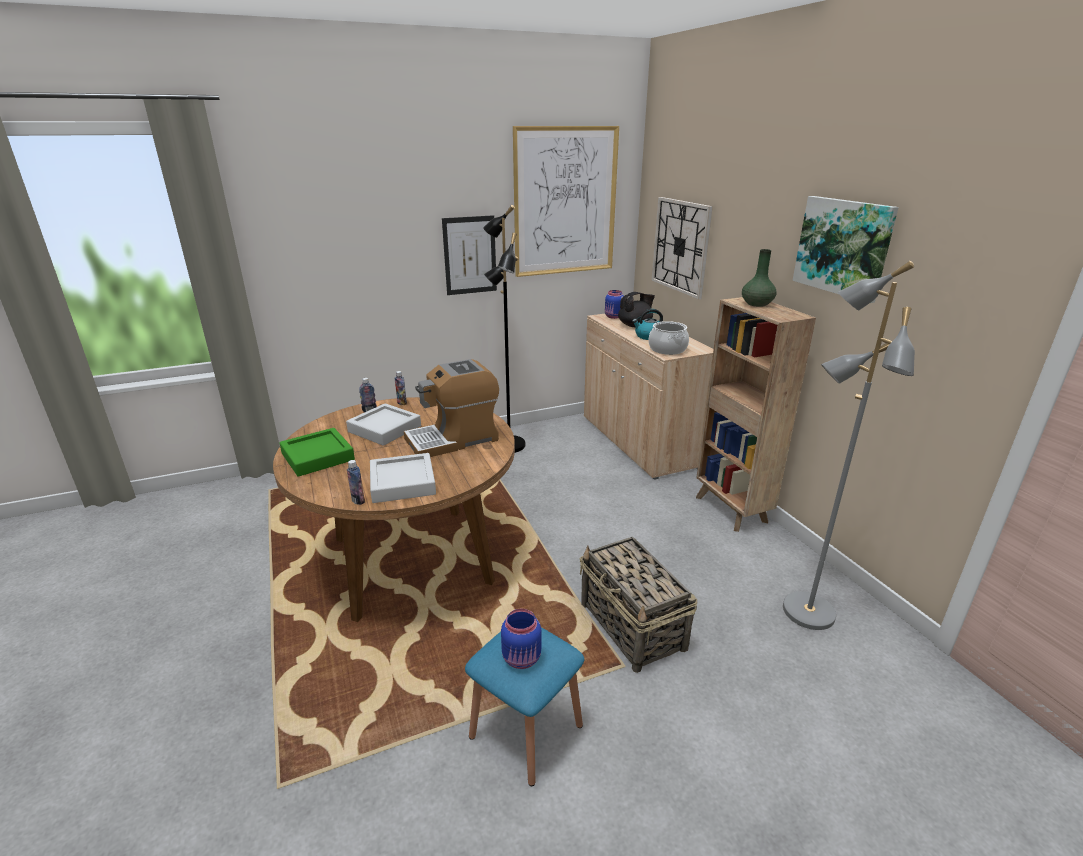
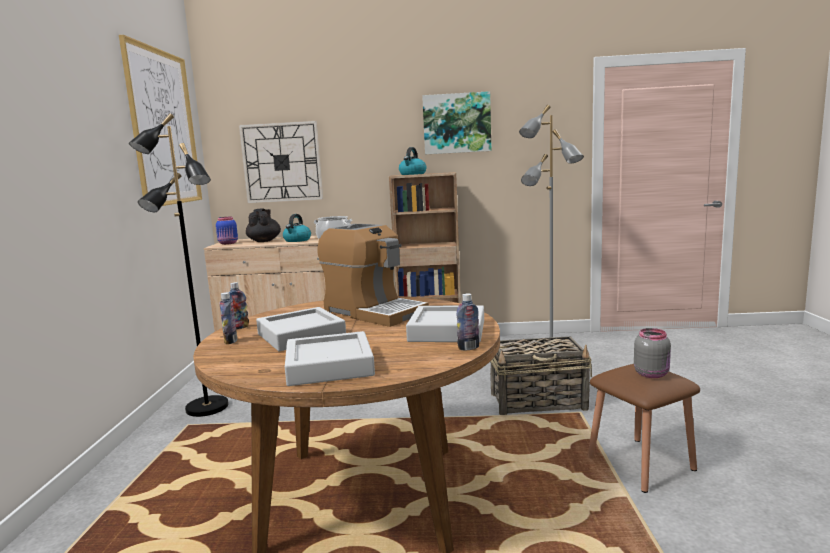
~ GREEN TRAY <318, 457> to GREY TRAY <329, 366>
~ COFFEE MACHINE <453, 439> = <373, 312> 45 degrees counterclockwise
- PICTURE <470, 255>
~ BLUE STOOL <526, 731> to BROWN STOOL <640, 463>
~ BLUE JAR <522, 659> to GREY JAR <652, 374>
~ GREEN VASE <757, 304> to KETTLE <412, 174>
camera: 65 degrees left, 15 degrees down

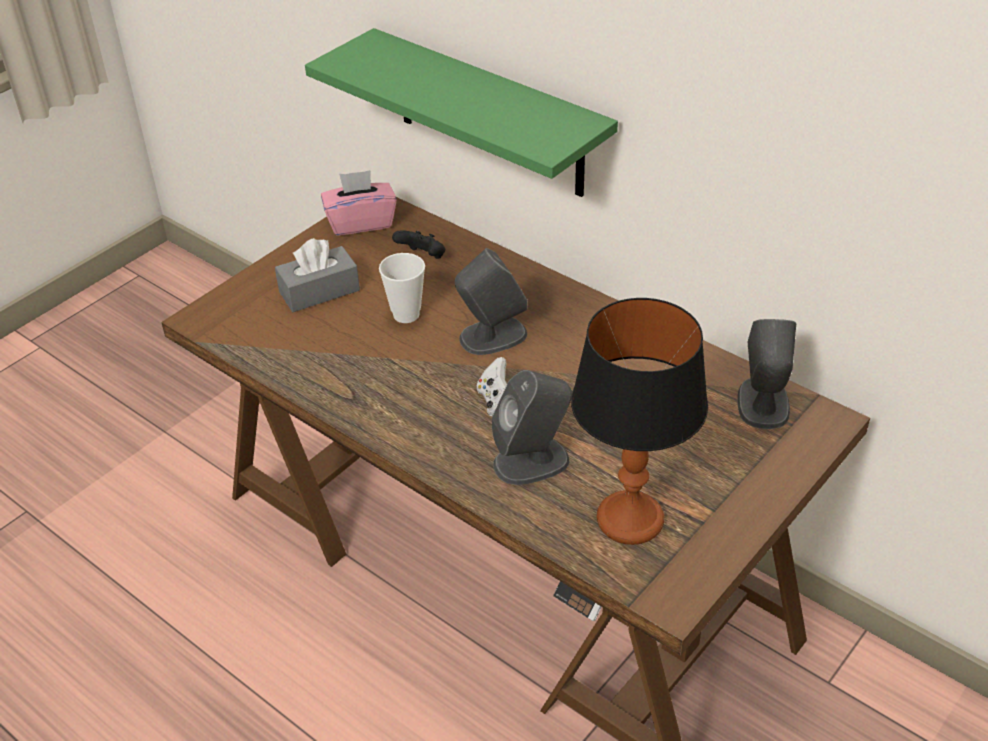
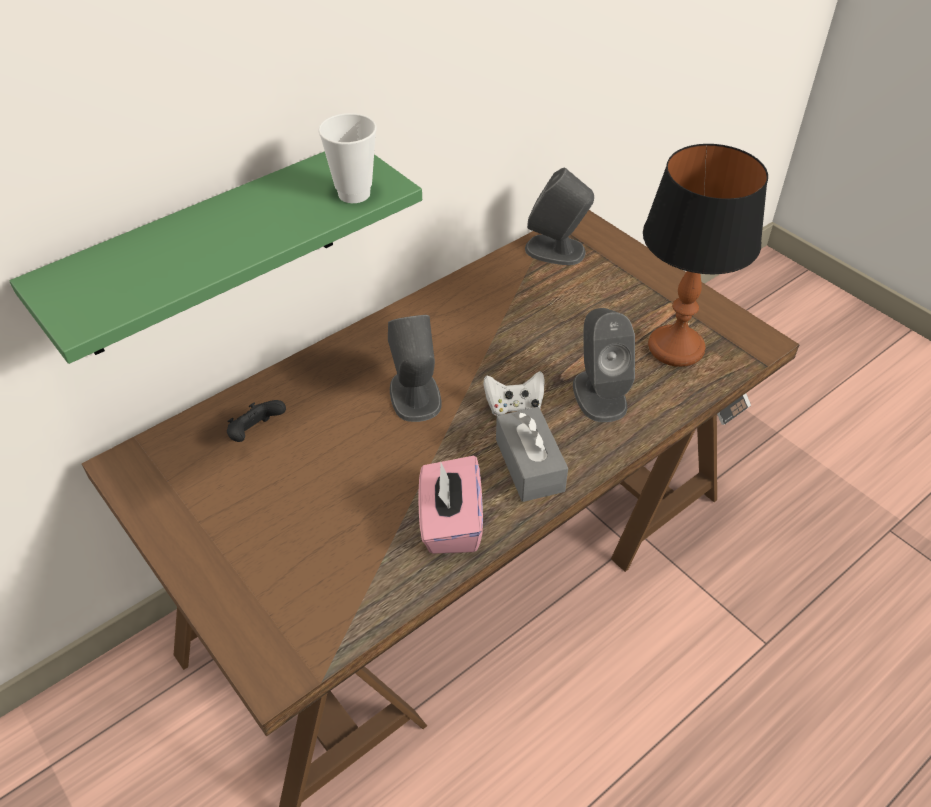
~ GREY TISSUE BOX <319, 291> to <529, 465>
~ PINK TISSUE BOX <361, 222> to <450, 523>
~ CUP <406, 314> to <354, 194>
camera: 80 degrees left, 5 degrees up

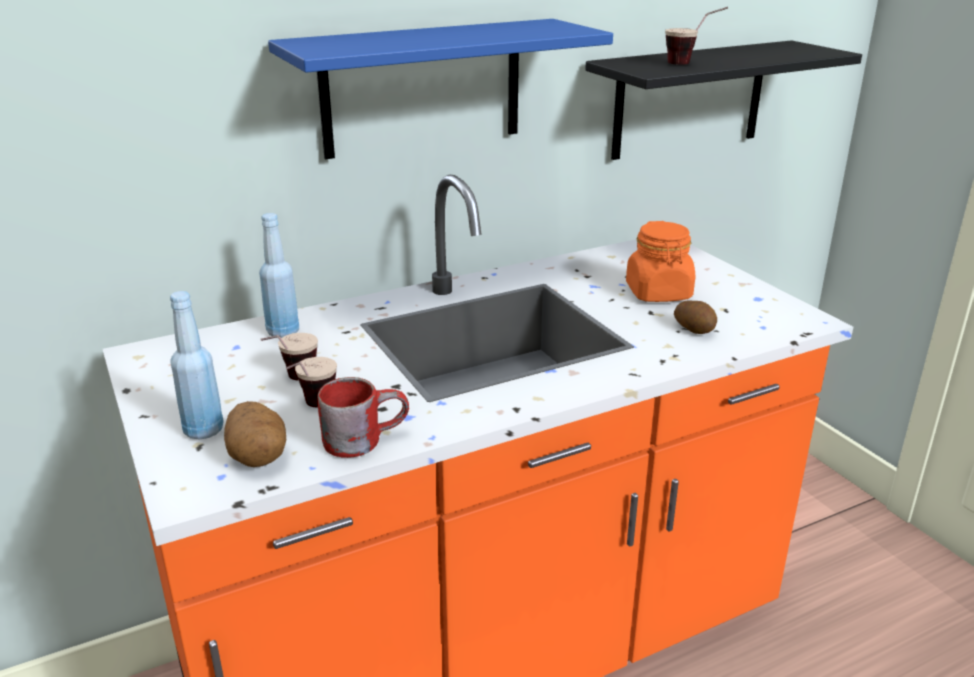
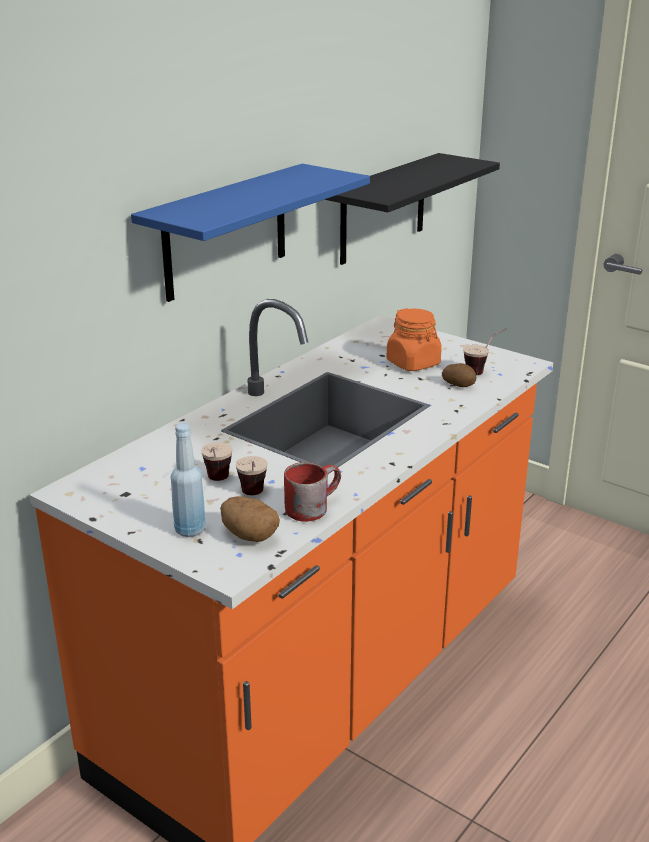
- BLUE BOTTLE <283, 332>
~ CUP <691, 63> to <483, 370>
camera: 25 degrees left, 0 degrees up

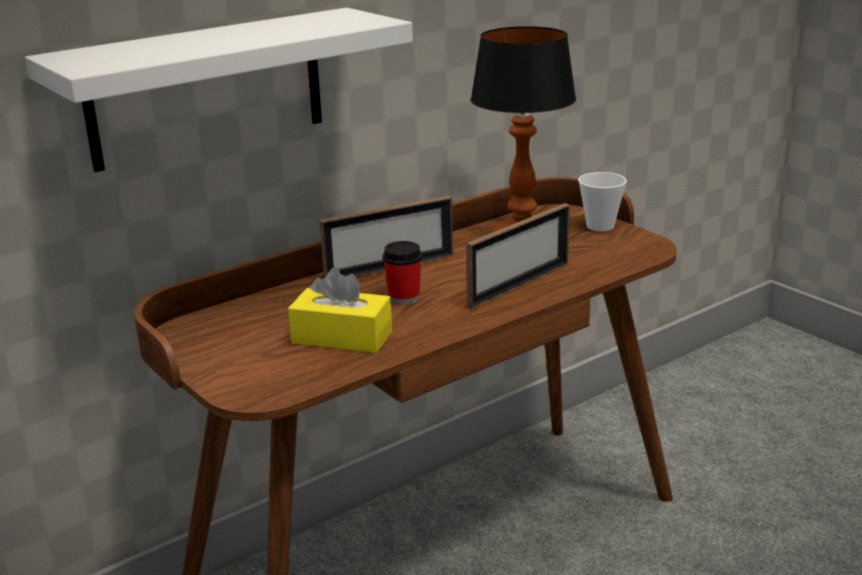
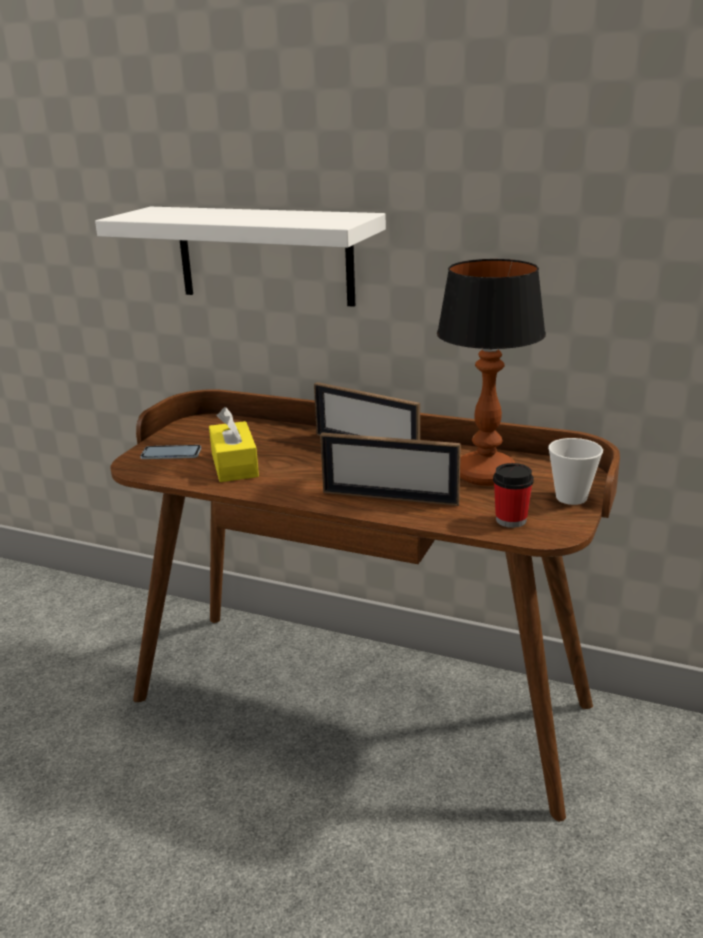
~ CUP <404, 298> to <511, 520>
+ PHONE <171, 454>
camera: 60 degrees right, 0 degrees up

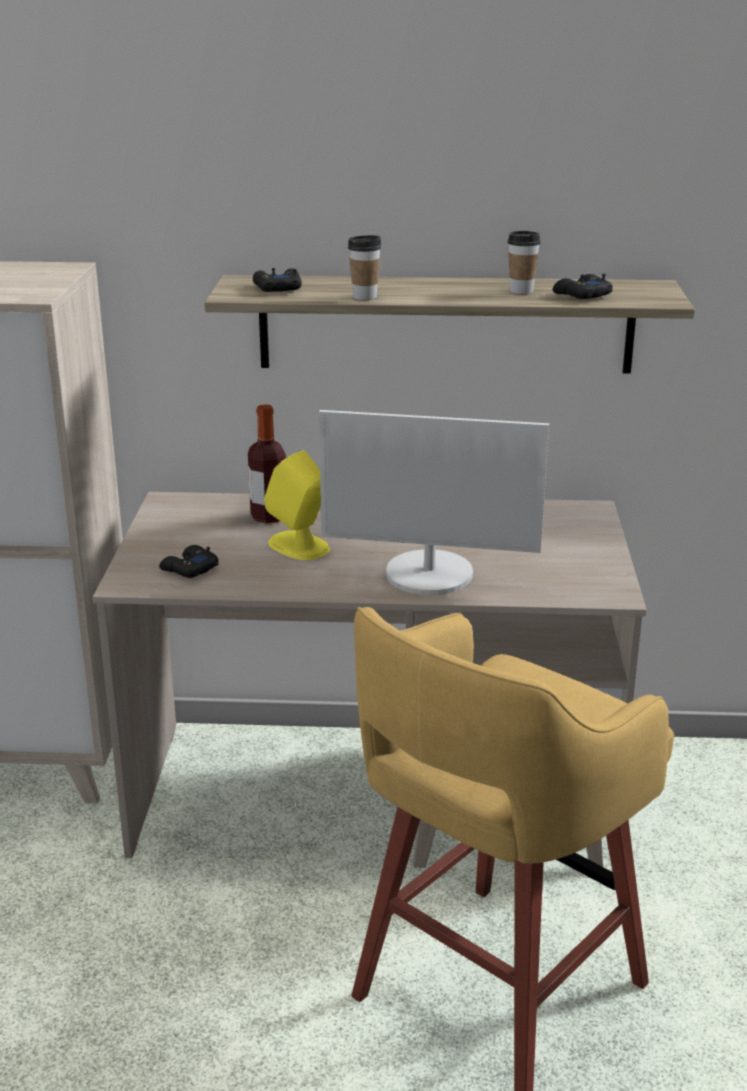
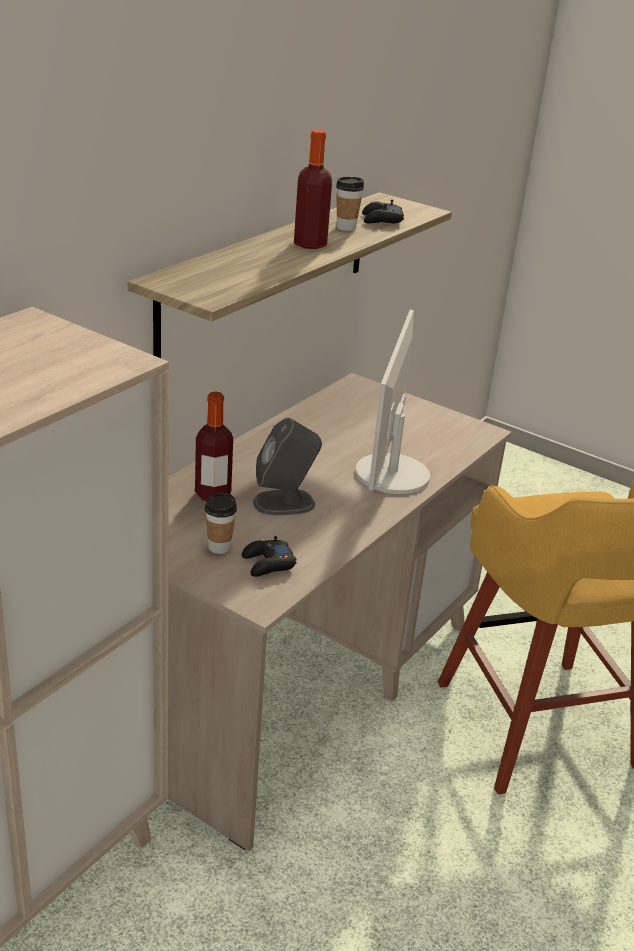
- BLACK GAME CONTROLLER <277, 288>
~ YELLOW SPEAKER <299, 546> to GREY SPEAKER <285, 503>
~ MONITOR <429, 574> = <391, 474> 150 degrees clockwise
~ CUP <364, 297> to <219, 547>
+ BOTTLE <310, 244>
camera: 60 degrees left, 5 degrees up

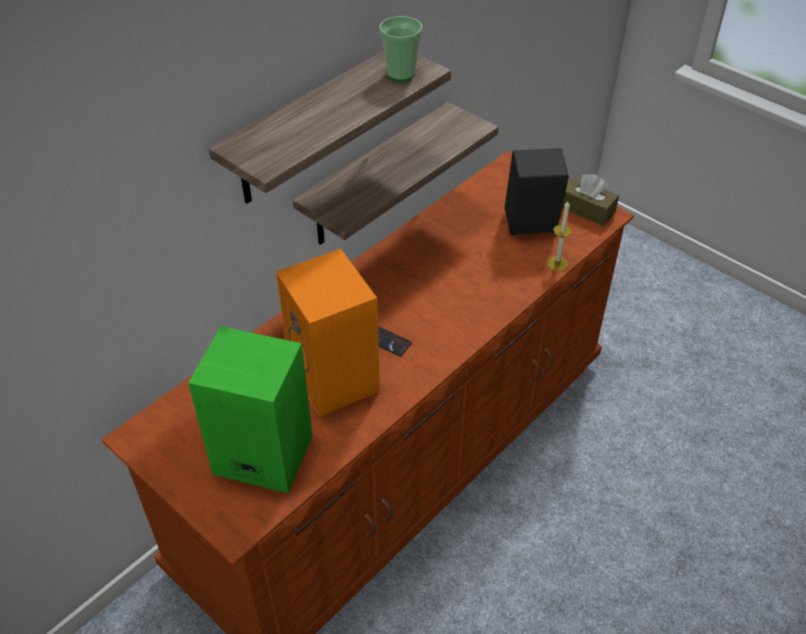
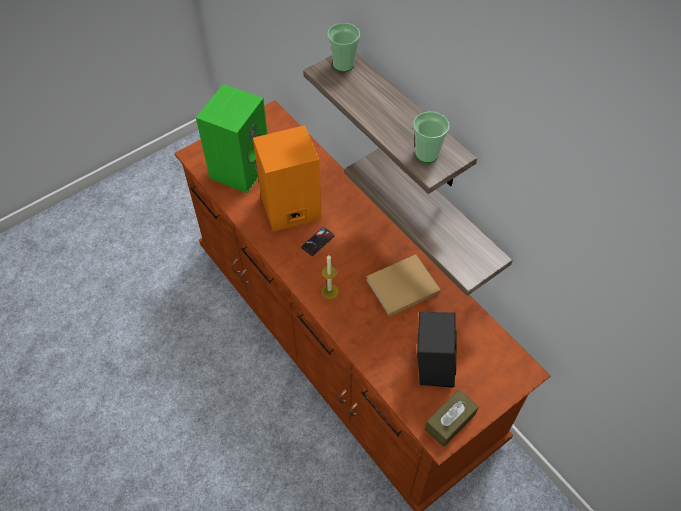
~ CANDLE <557, 263> to <329, 291>
+ CUP <343, 64>
+ BEIGE BOOK <400, 287>
camera: 100 degrees right, 10 degrees up

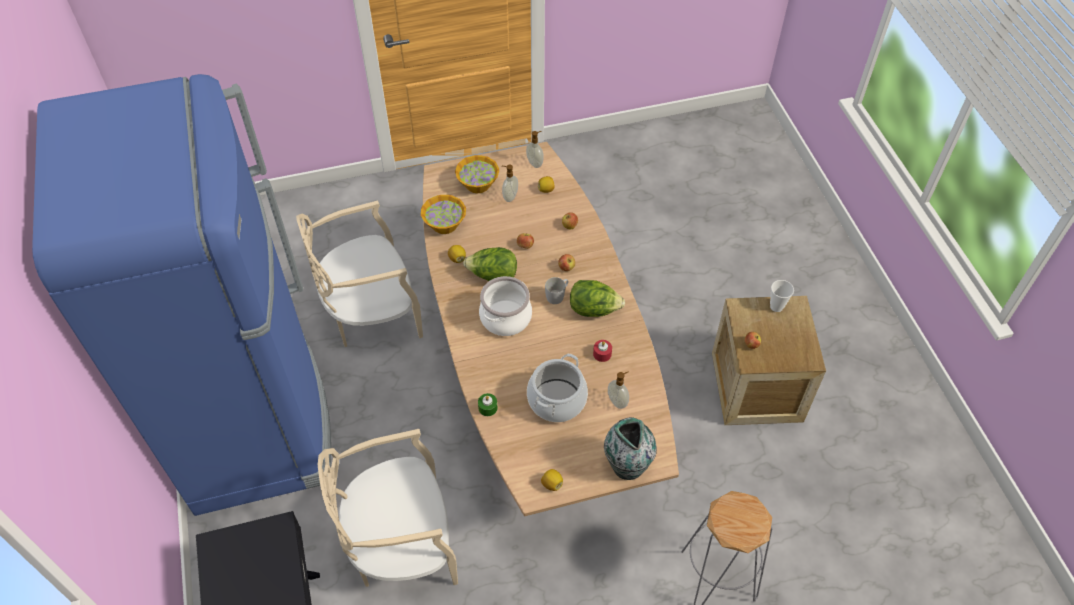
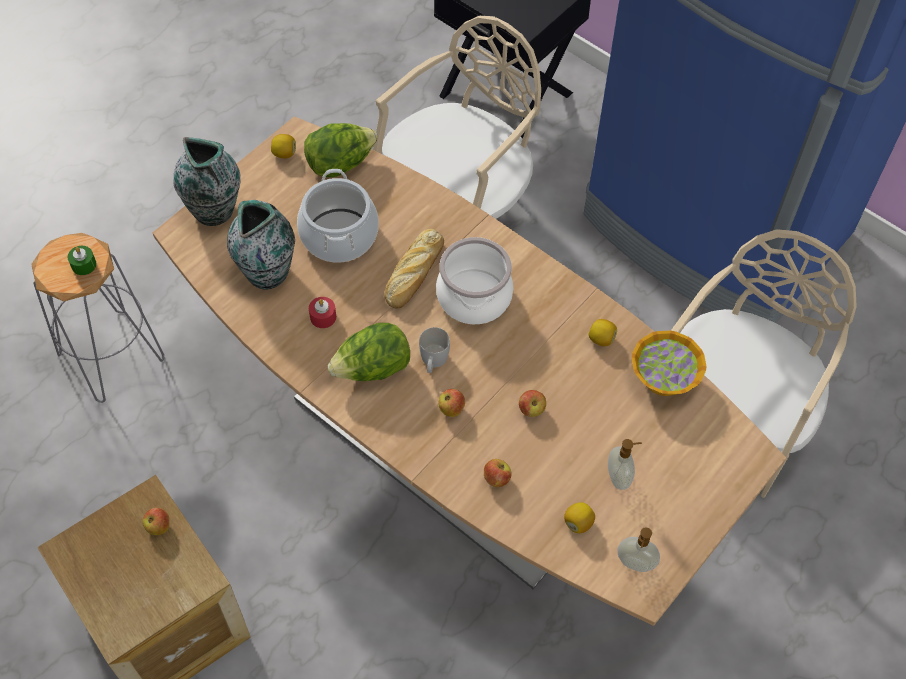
- BOWL <478, 184>
~ LETTUCE <493, 276> to <340, 164>
~ GREEN CANDLE <488, 408> to <84, 265>
~ SOAP DISPENSER <618, 401> to VASE <267, 271>
- CUP <776, 306>
+ BREAD <414, 274>
camera: 145 degrees right, 5 degrees up

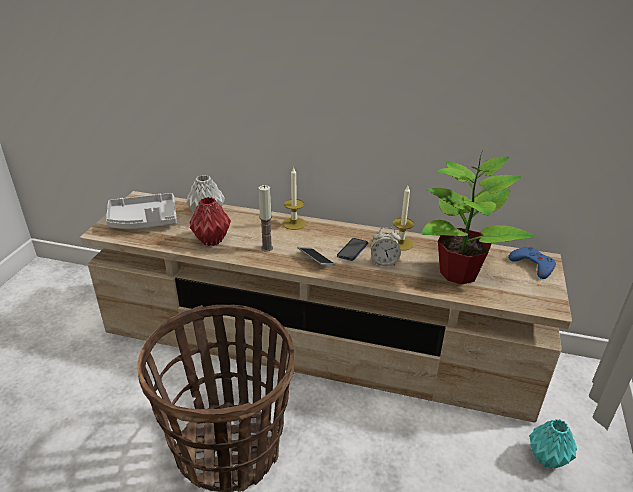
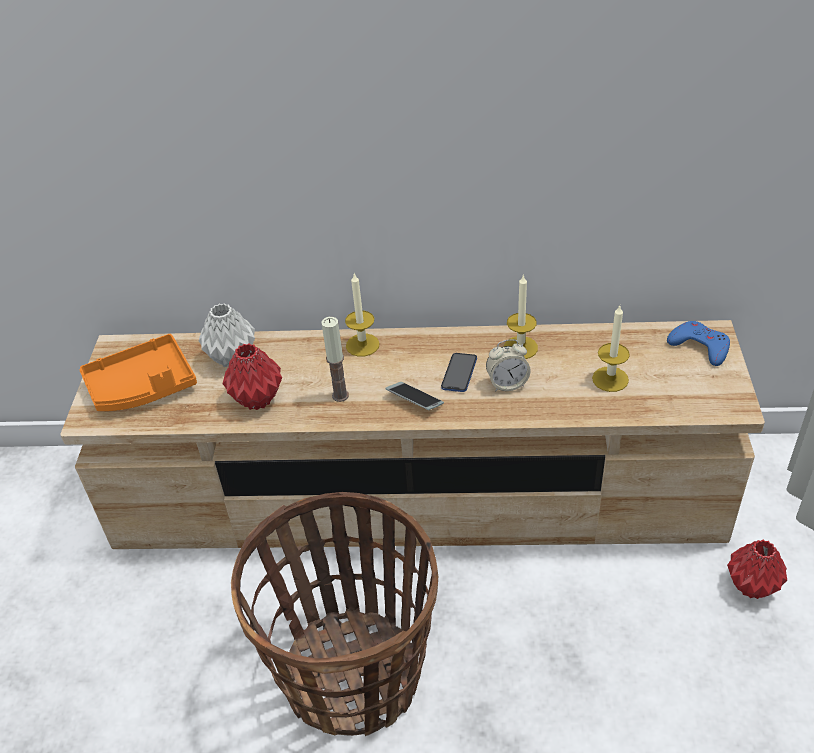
~ GREY TRAY <144, 221> to ORANGE TRAY <142, 386>
~ POTTED PLANT <459, 272> to CANDLE <610, 379>
~ TURQUOISE VASE <547, 459> to RED VASE <752, 587>
camera: 10 degrees left, 10 degrees up

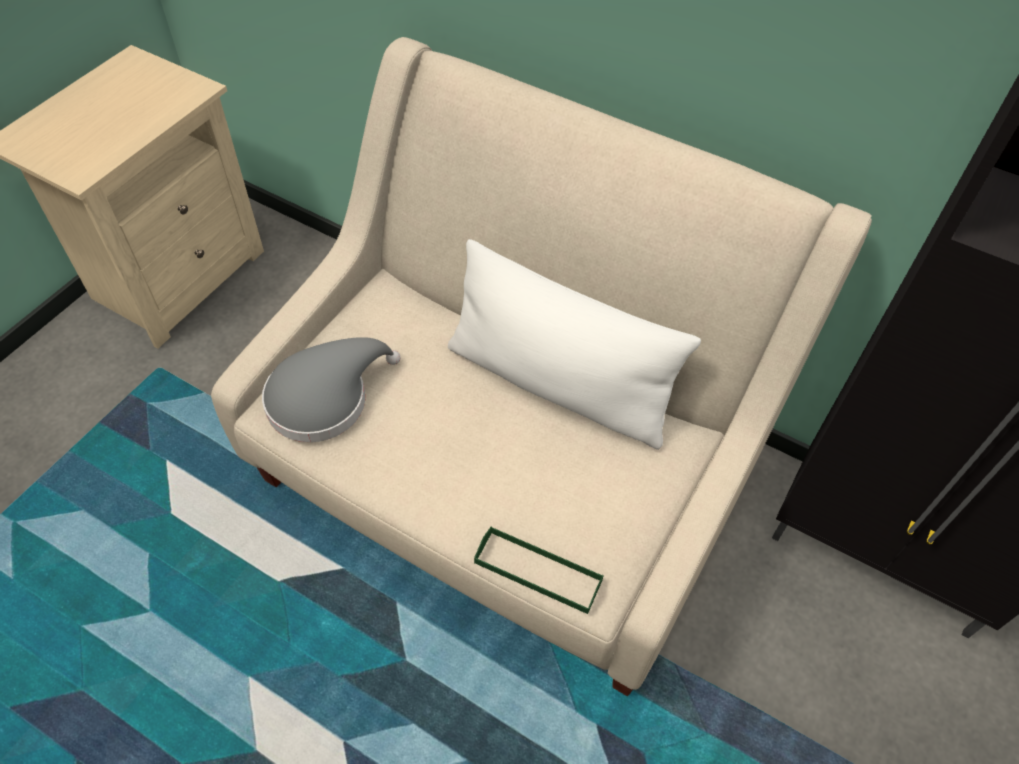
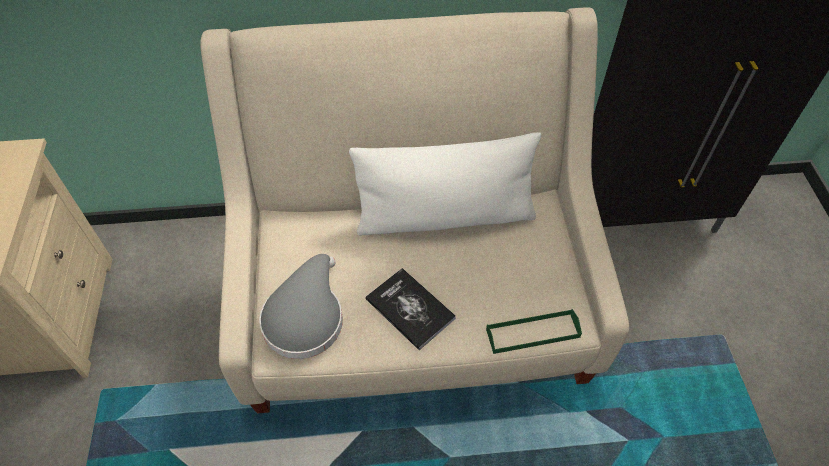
+ BOOK <410, 309>
camera: 35 degrees left, 0 degrees up

